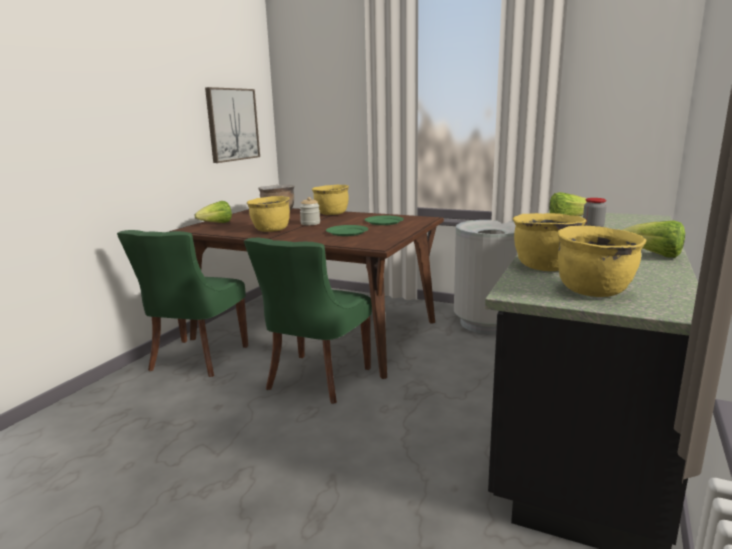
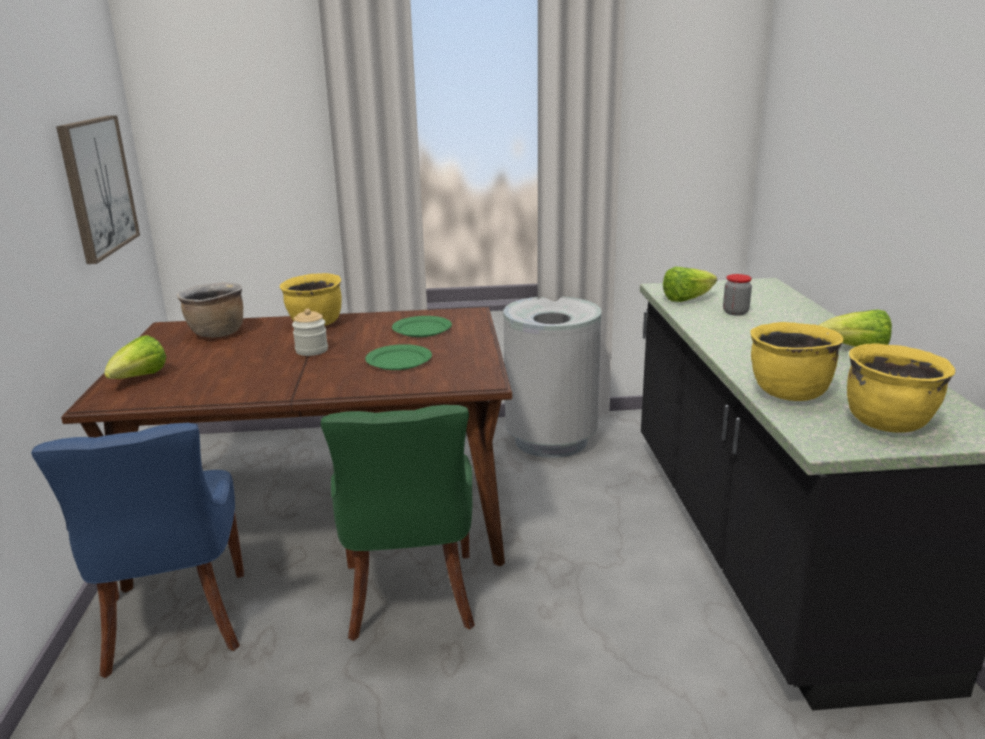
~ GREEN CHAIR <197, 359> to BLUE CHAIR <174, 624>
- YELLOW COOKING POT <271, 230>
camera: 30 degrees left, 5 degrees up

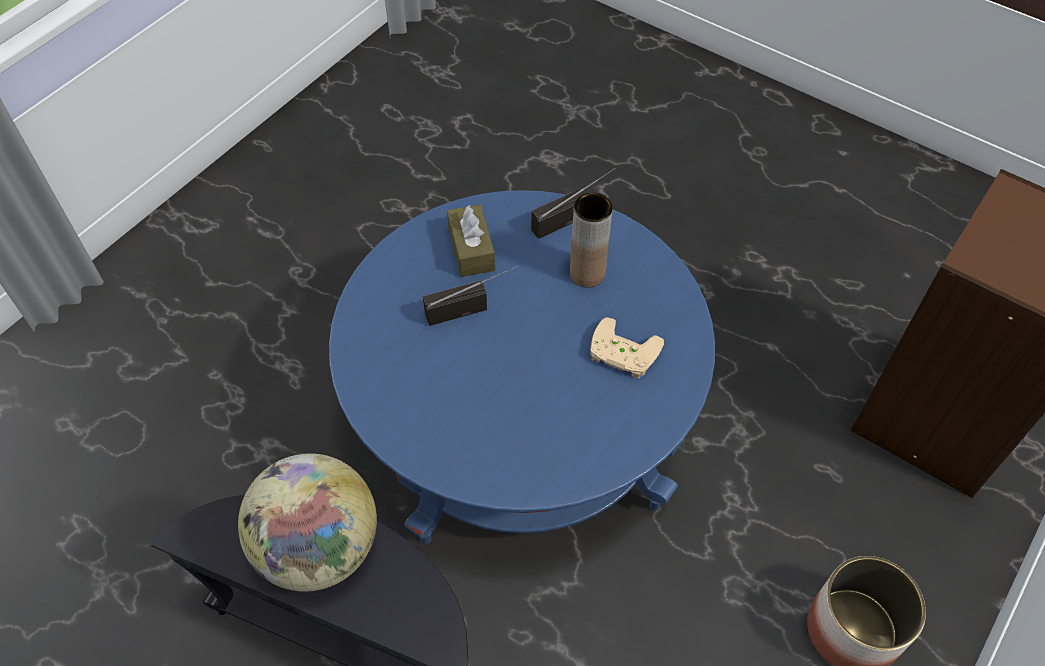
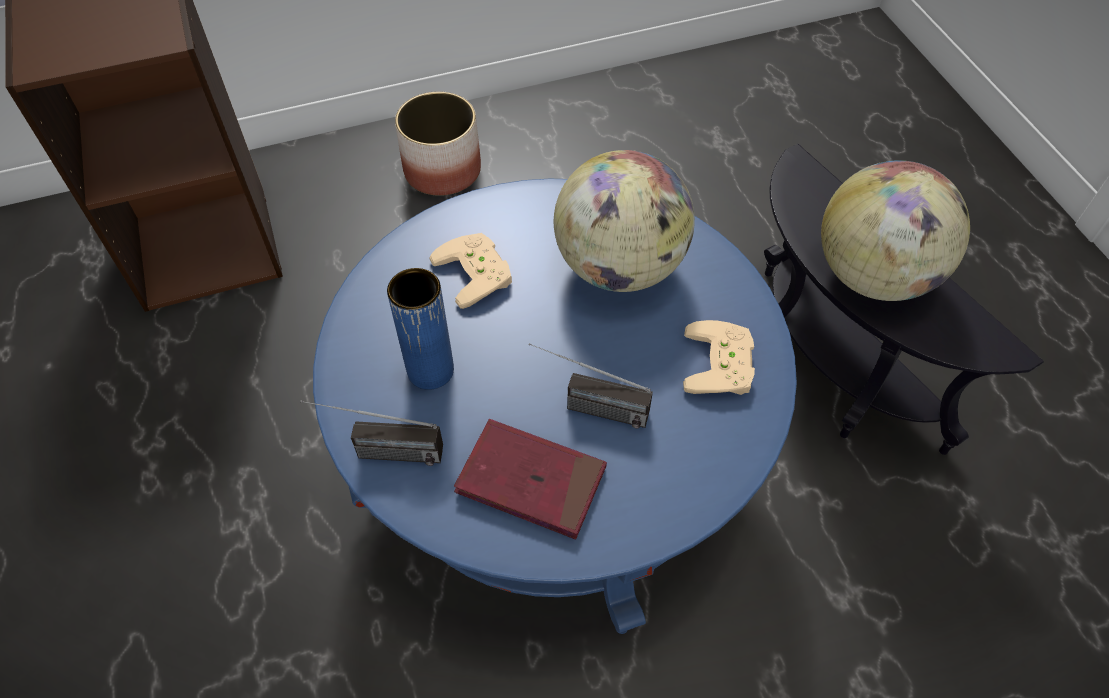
~ BROWN TISSUE BOX <471, 249> to RED BOOK <531, 481>
~ BROWN VASE <587, 273> to BLUE VASE <430, 370>
+ GLOBE <620, 267>
+ BEIGE GAME CONTROLLER <723, 365>
camera: 145 degrees left, 0 degrees up

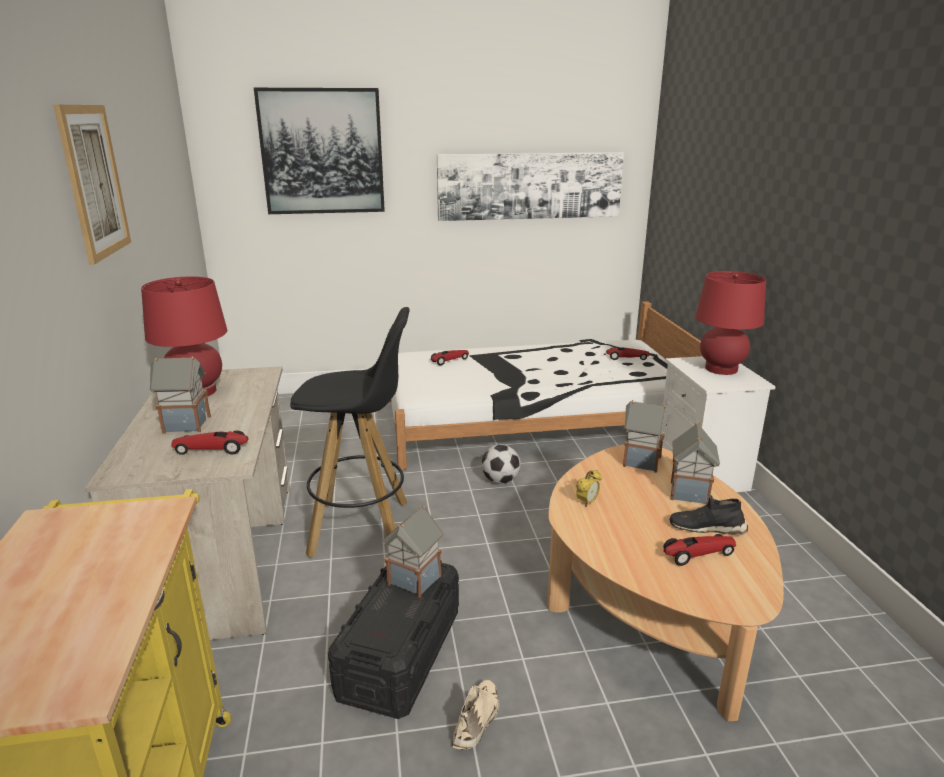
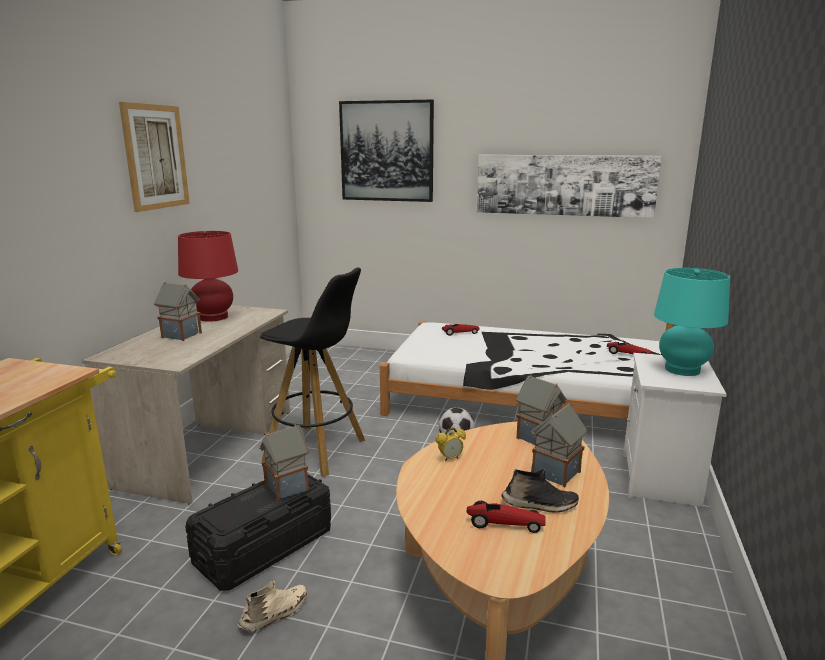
- TOY CAR <212, 450>
~ BLACK SHOE <706, 528> = <539, 505> 150 degrees clockwise
~ RED TABLE LAMP <721, 369> to TURQUOISE TABLE LAMP <682, 369>
camera: 25 degrees right, 5 degrees down

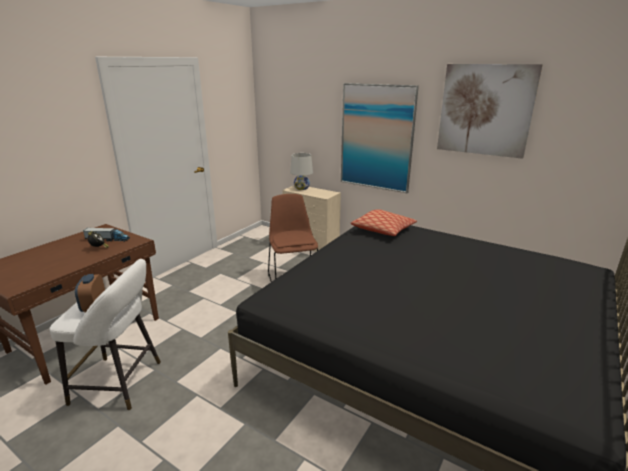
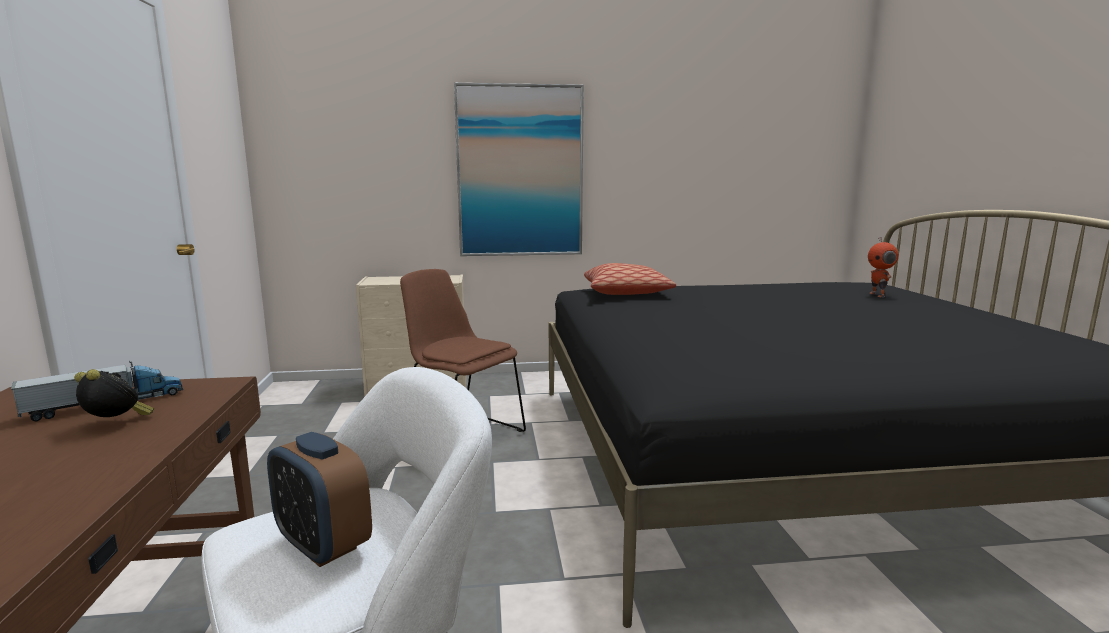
- WHITE TABLE LAMP <301, 188>
- PICTURE <485, 110>
+ TOY ROBOT <878, 295>
camera: 40 degrees left, 10 degrees down

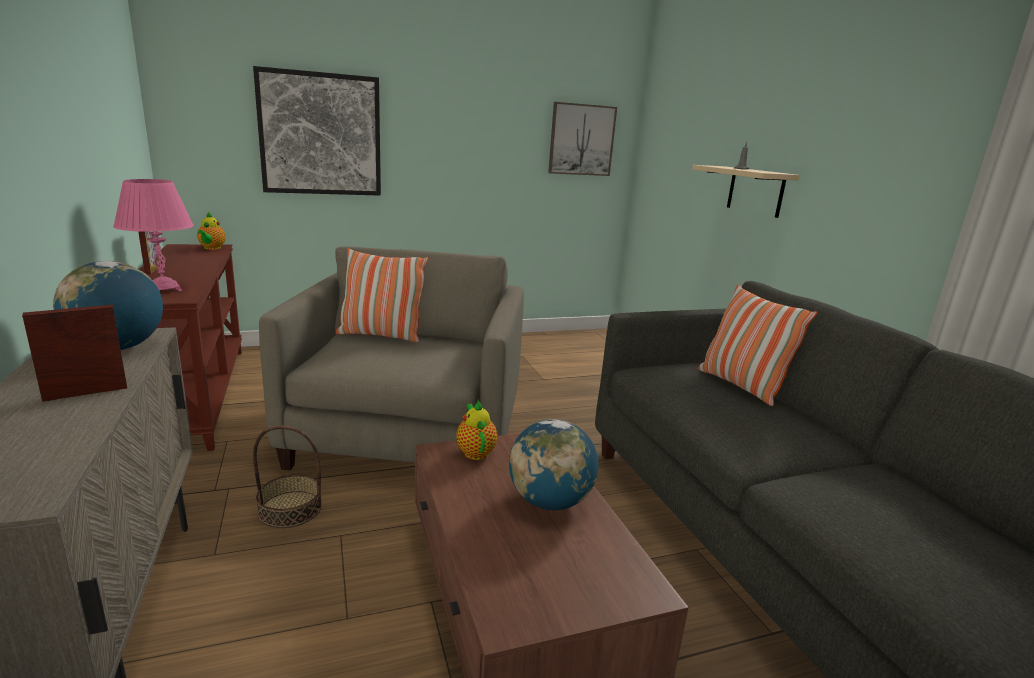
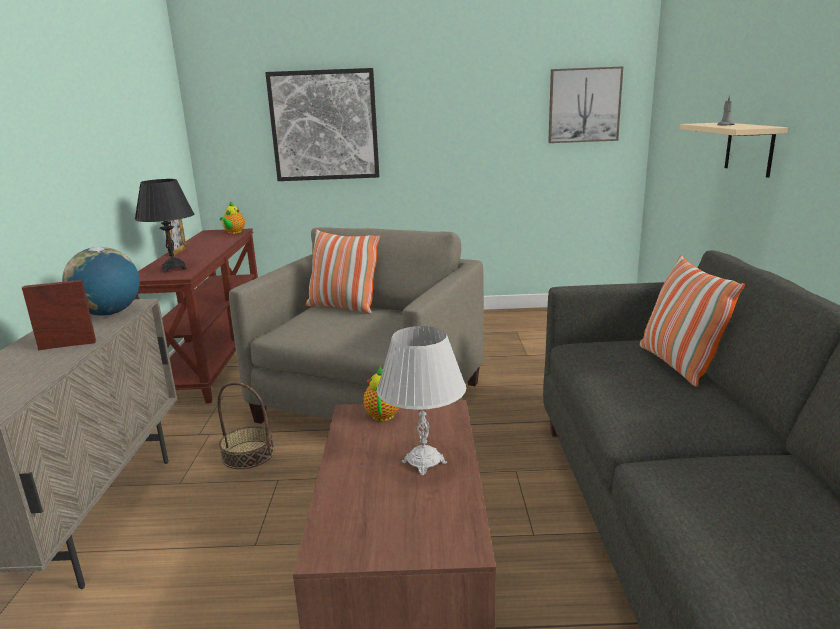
~ PINK TABLE LAMP <164, 290> to BLACK TABLE LAMP <174, 268>
~ GLOBE <550, 501> to WHITE TABLE LAMP <424, 462>
camera: 20 degrees right, 0 degrees up

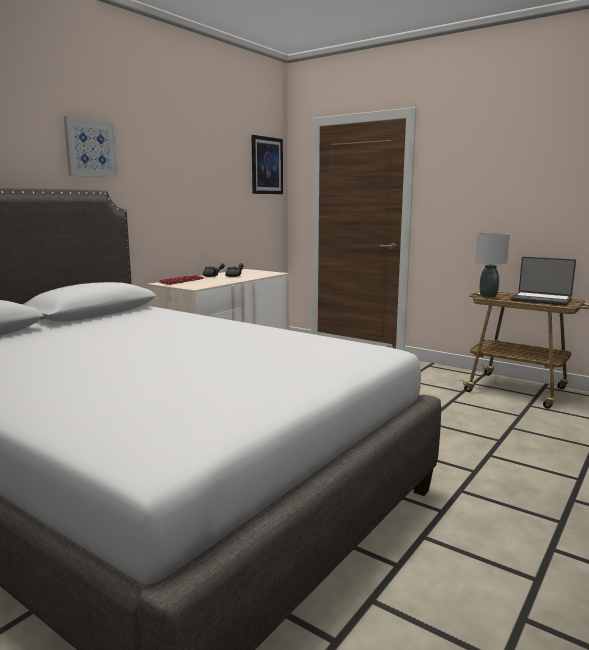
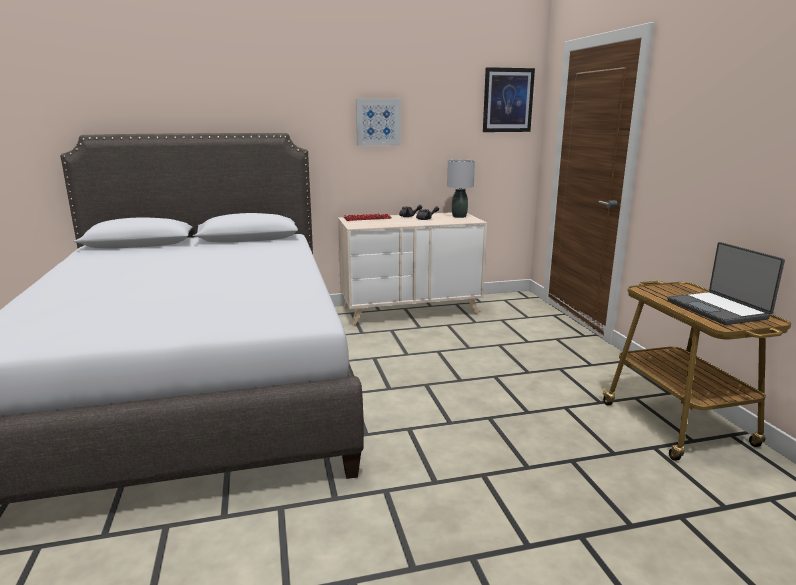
~ PICTURE <91, 148> to <378, 122>
~ GREY TABLE LAMP <488, 296> to <459, 216>
camera: 40 degrees right, 5 degrees up

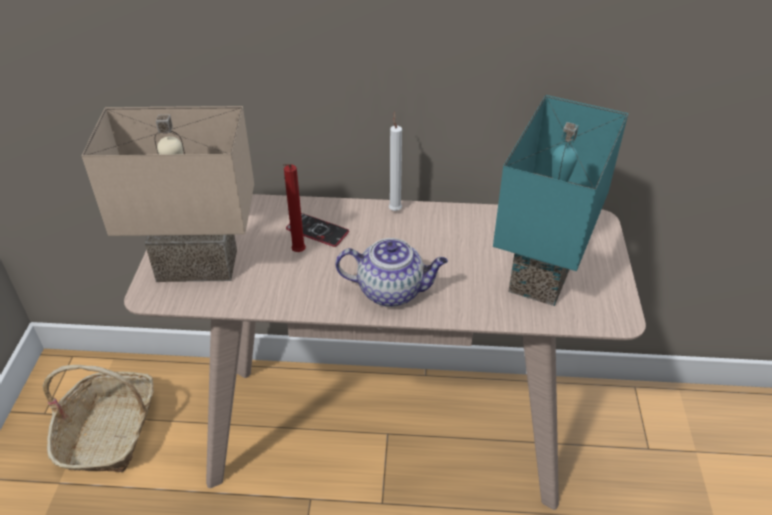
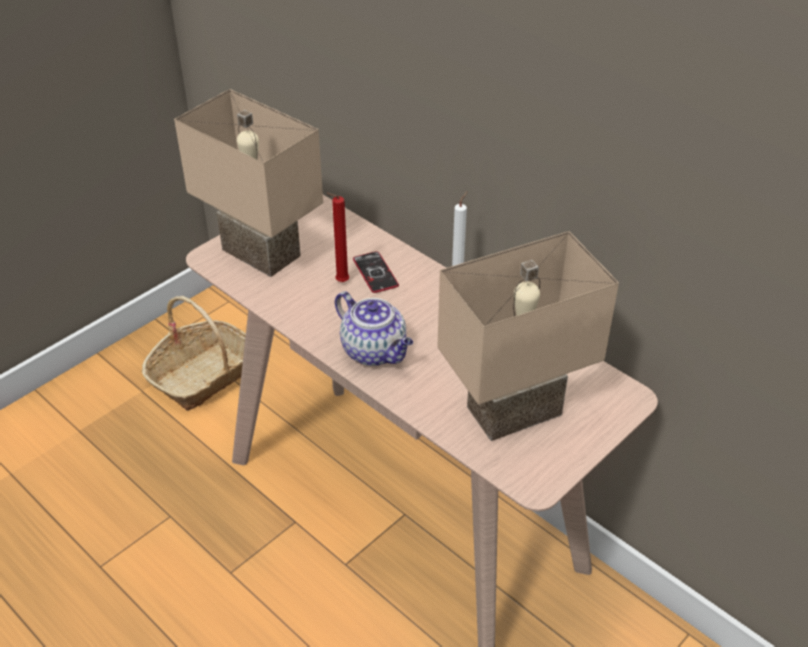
~ TURQUOISE TABLE LAMP <538, 272> to BEIGE TABLE LAMP <513, 407>
camera: 40 degrees right, 0 degrees up

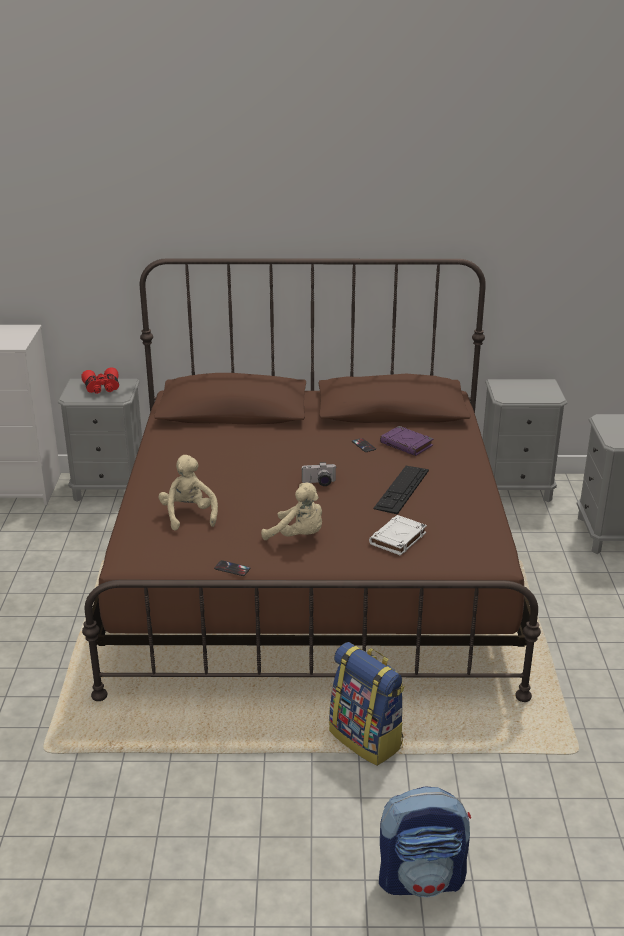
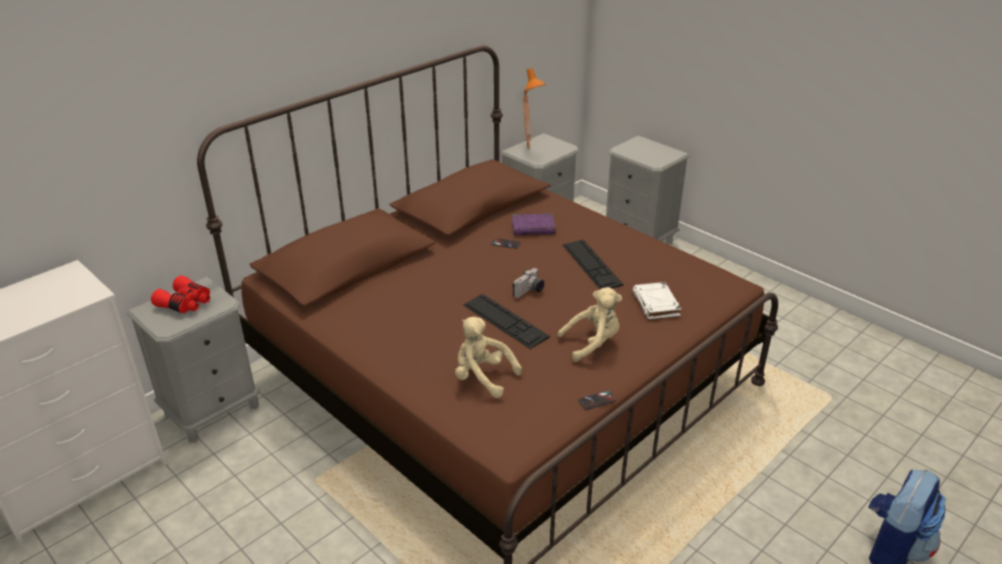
- BACKPACK <367, 738>
+ KEYBOARD <505, 321>
+ ORANGE TABLE LAMP <530, 150>
camera: 45 degrees left, 5 degrees up

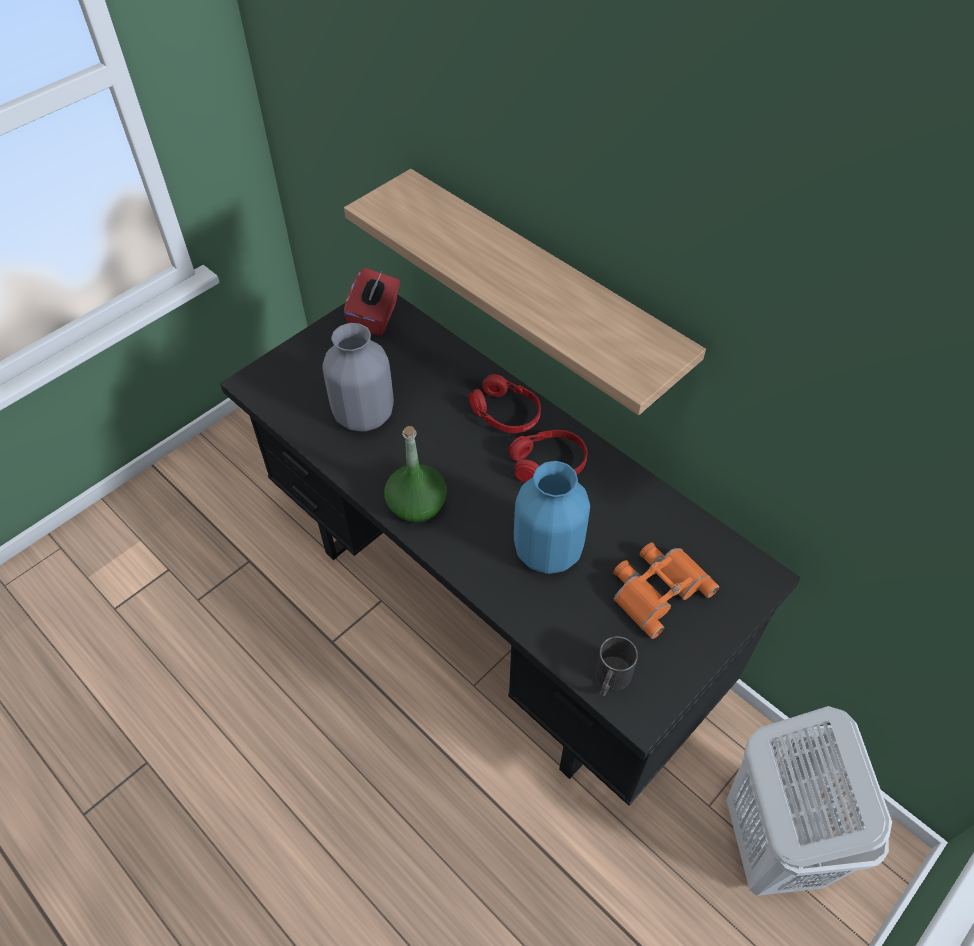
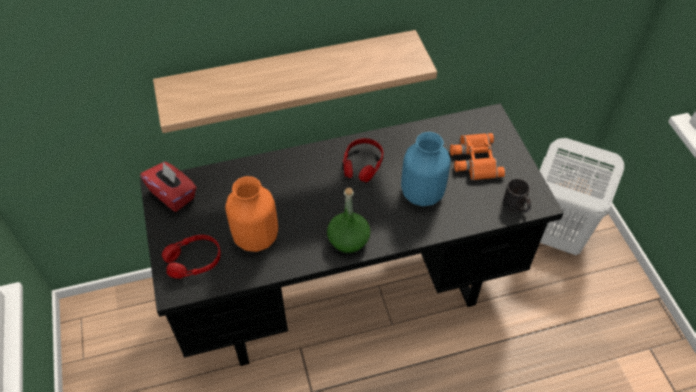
~ GREY VASE <364, 414> to ORANGE VASE <255, 236>
~ RED HEADPHONES <505, 413> to <194, 261>
camera: 60 degrees left, 0 degrees up

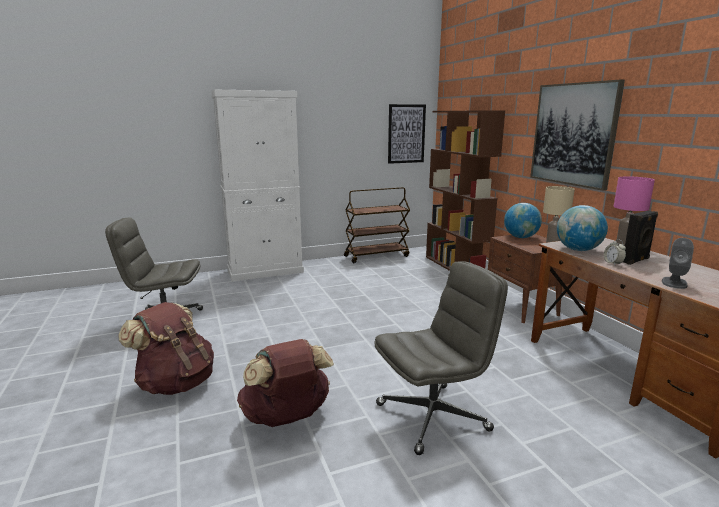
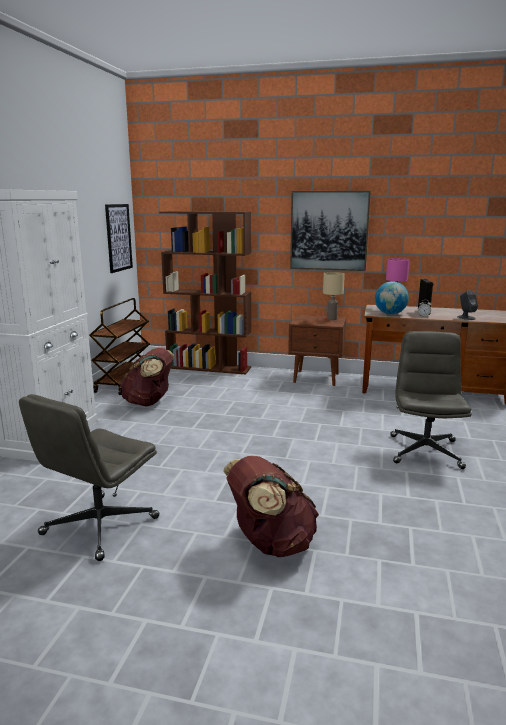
~ BROWN BACKPACK <287, 418> to <149, 402>
- GLOBE <521, 237>
camera: 55 degrees left, 0 degrees up

